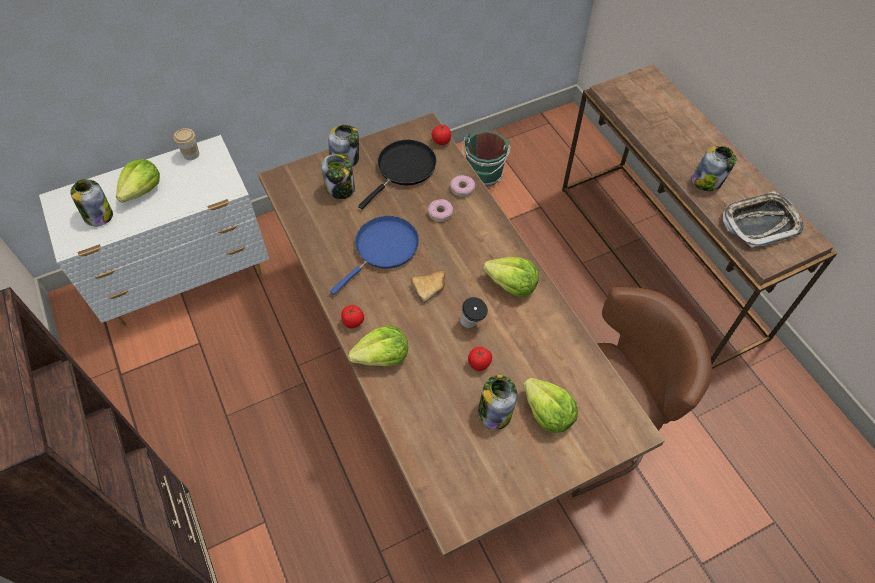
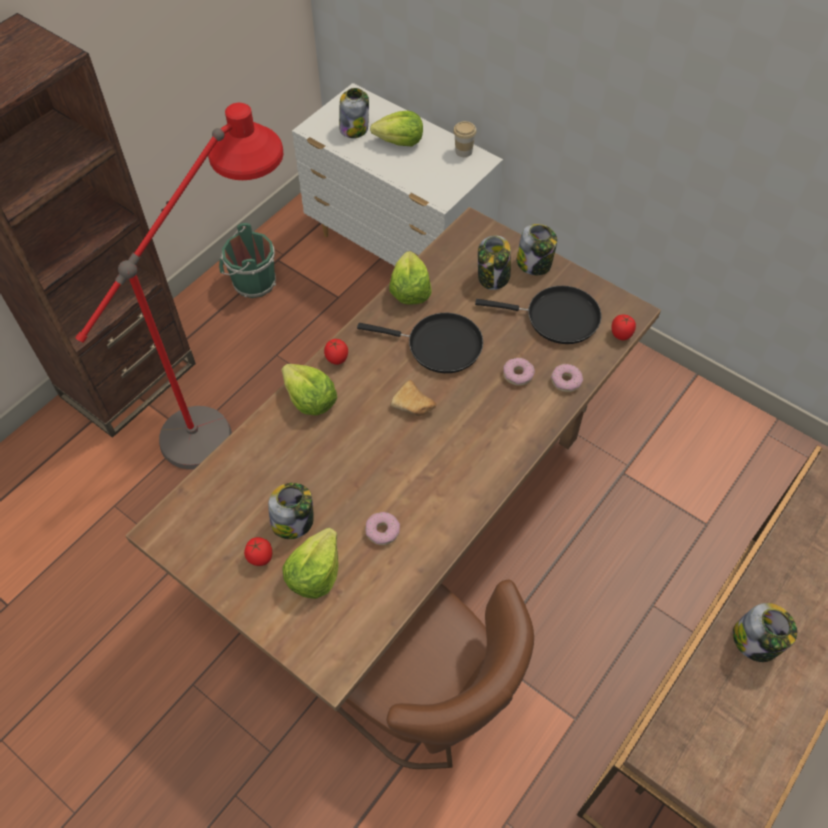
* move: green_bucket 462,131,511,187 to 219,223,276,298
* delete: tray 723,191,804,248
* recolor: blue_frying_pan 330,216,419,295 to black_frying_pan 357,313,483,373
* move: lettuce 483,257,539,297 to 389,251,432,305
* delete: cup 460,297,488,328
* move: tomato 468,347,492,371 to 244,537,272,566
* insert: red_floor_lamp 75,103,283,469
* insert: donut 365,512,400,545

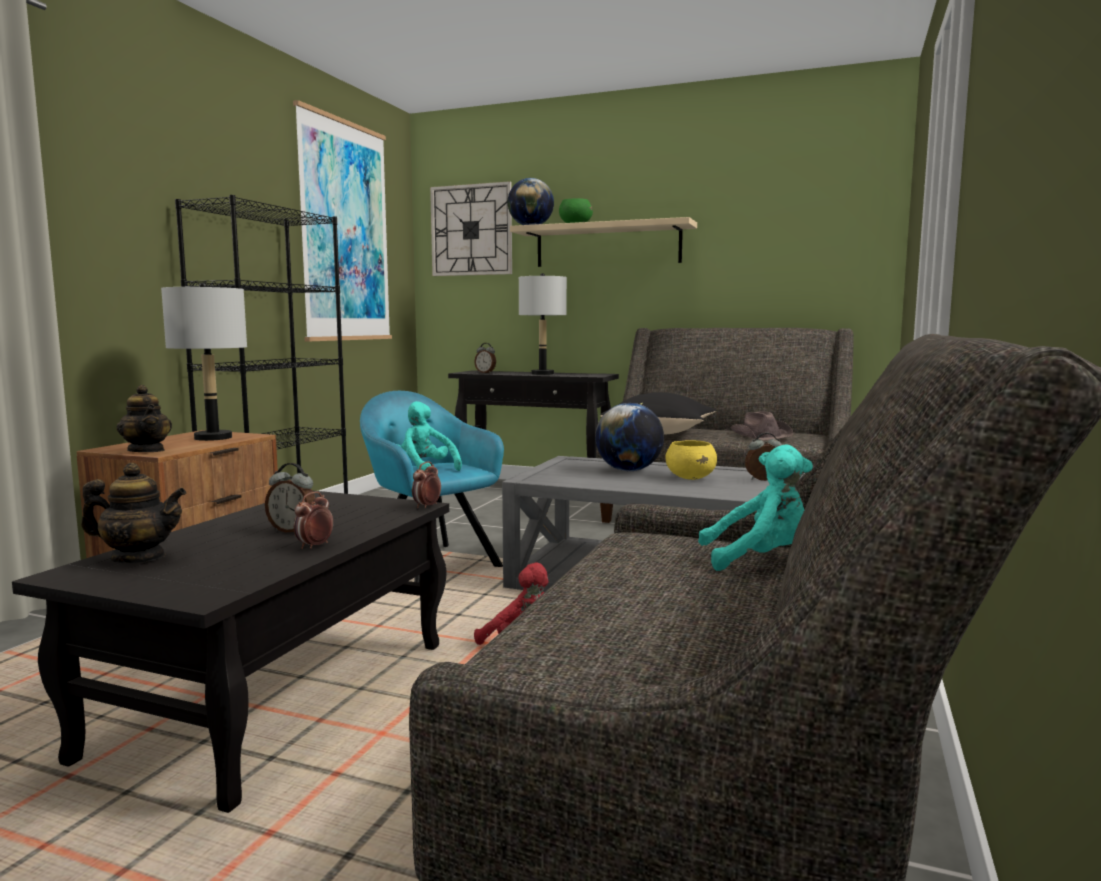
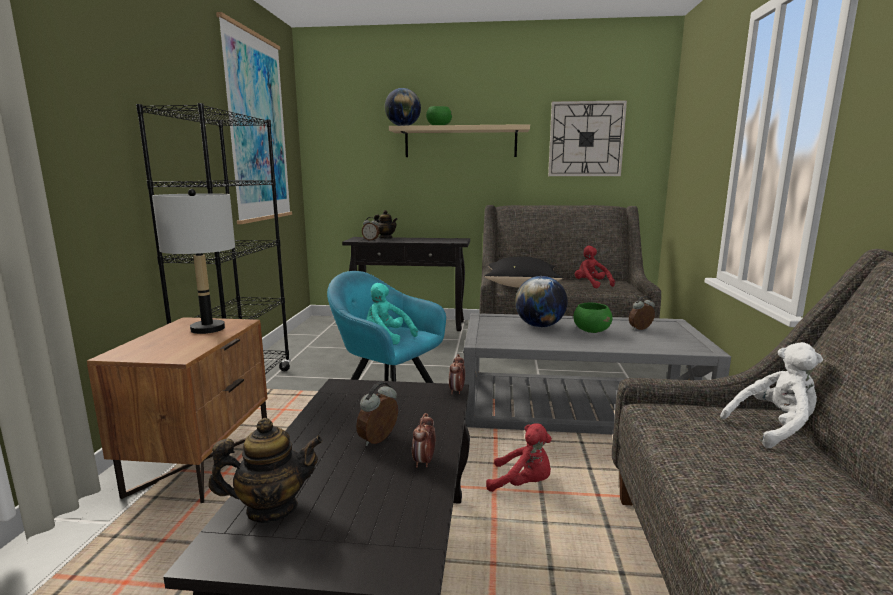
* move: wall_clock 430,181,512,276 to 548,100,627,176
* delete: grey_table_lamp 519,273,567,375
* move: teapot 117,385,172,452 to 374,210,398,238
* replace: brown_hat 730,411,794,441 to red_plush_toy 575,246,615,288
* recolor: yellow_bowl 666,440,717,480 to green_bowl 573,303,613,333
* recolor: turquoise_plush_toy 698,444,813,571 to white_plush_toy 720,342,823,448
* rotate: alarm_clock 265,463,315,532 = 356,381,398,446 120 degrees clockwise

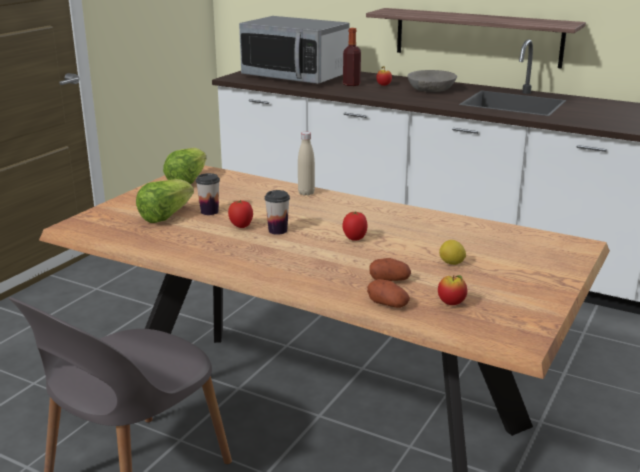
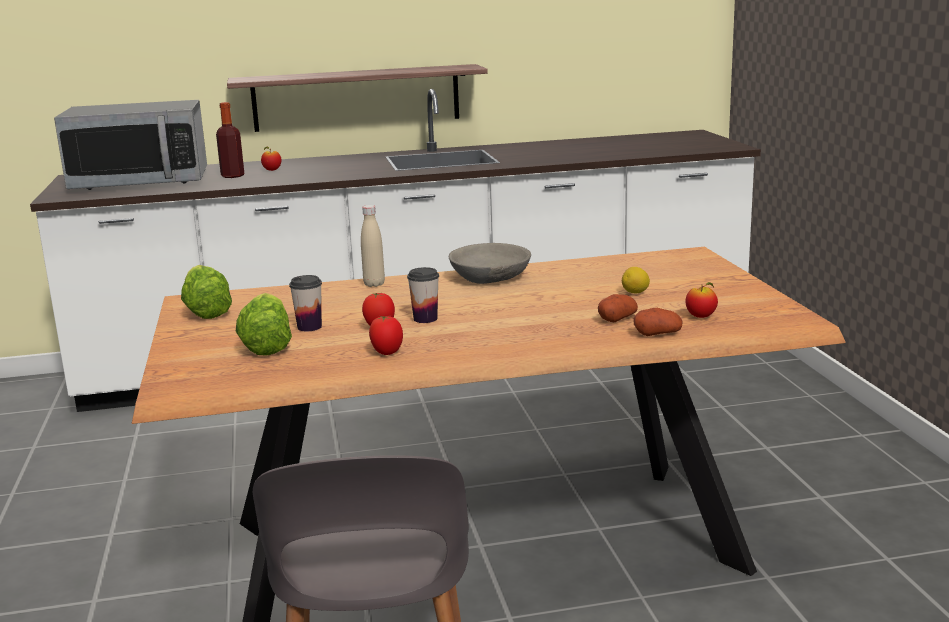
* move: grey_bowl 407,70,457,92 to 449,243,531,284
* move: tomato 343,212,367,241 to 369,316,403,355

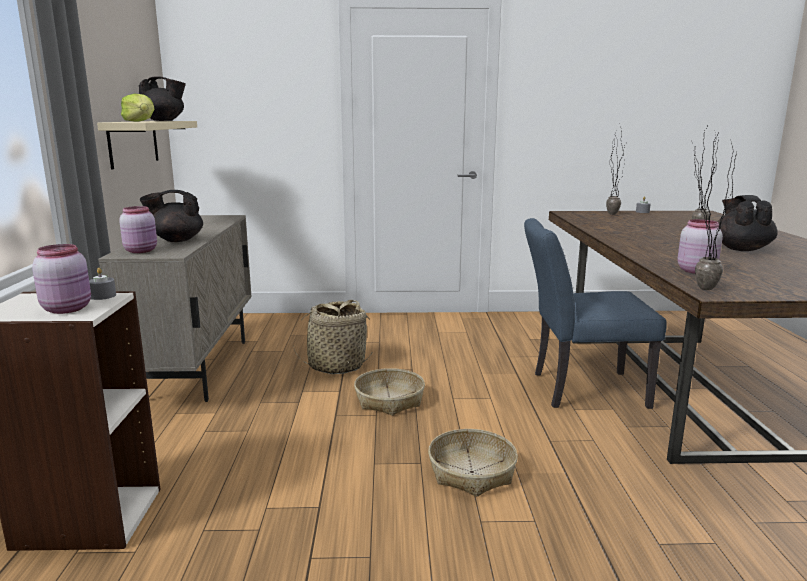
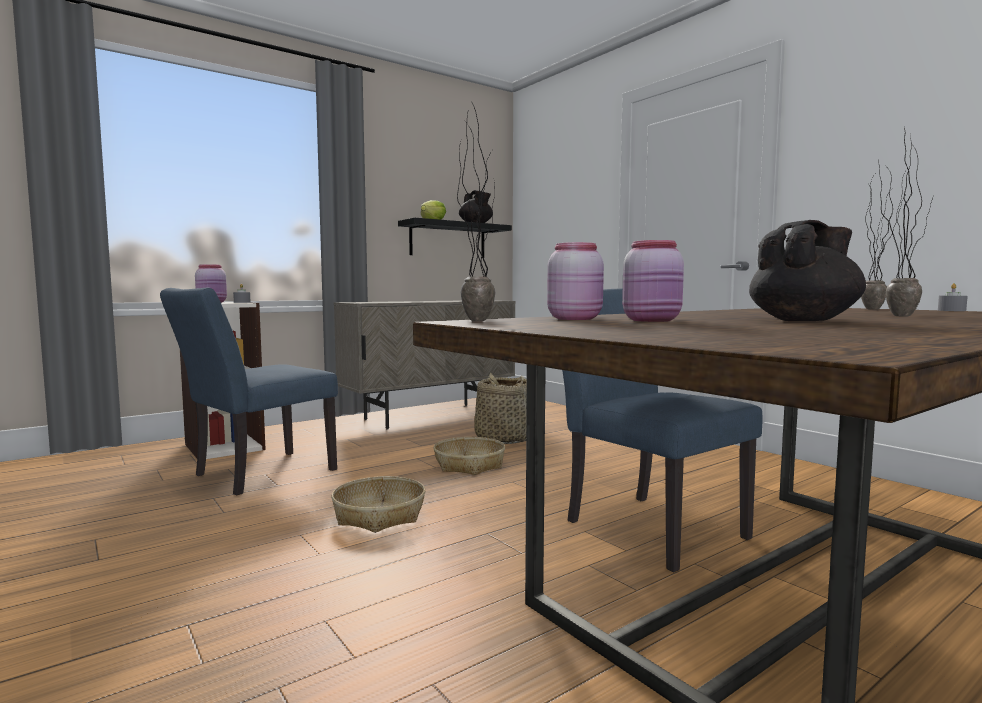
* recolor: beige_shelf 97,121,197,170 to black_shelf 398,218,512,258
* delete: black_teapot 140,190,203,242
* move: pink_jar 119,206,157,253 to 622,240,684,322
* insert: blue_chair 160,288,338,495

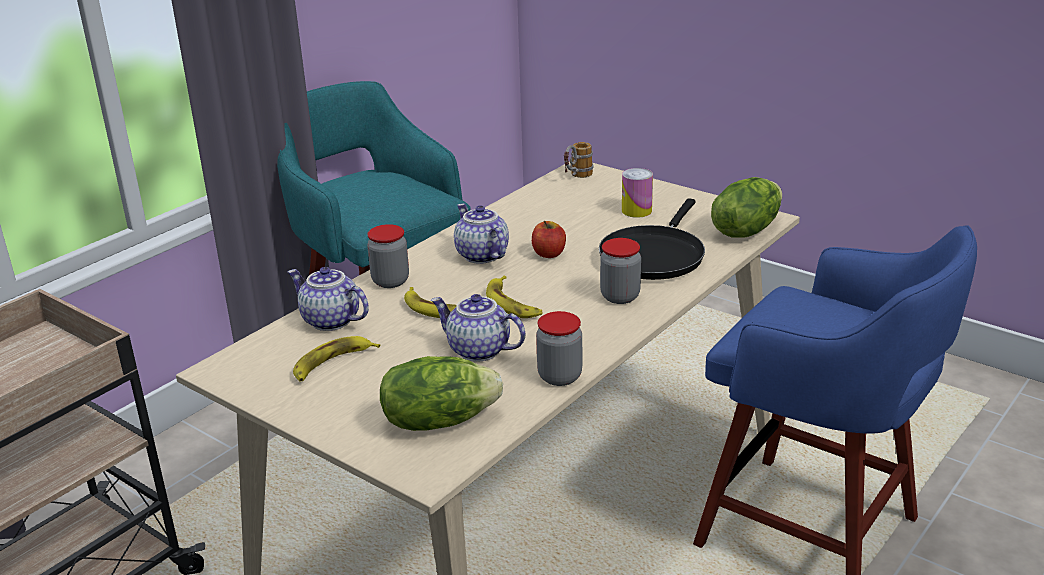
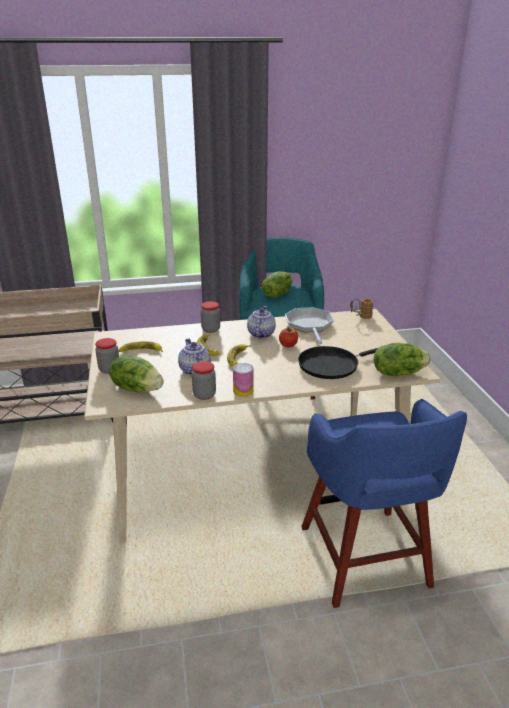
* move: can 622,168,653,218 to 233,363,253,397
* move: jar 600,238,641,304 to 95,338,119,374
* delete: teapot 288,267,369,331
* insert: lettuce 262,271,292,297
* insert: frying_pan 285,307,334,344

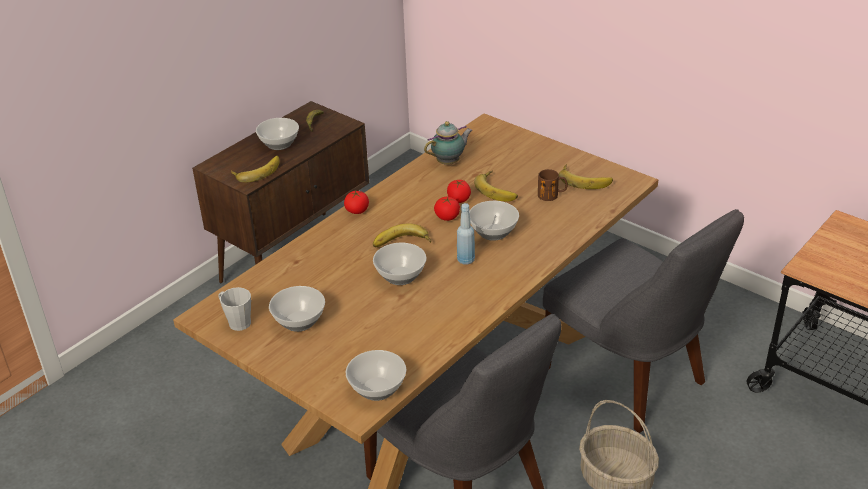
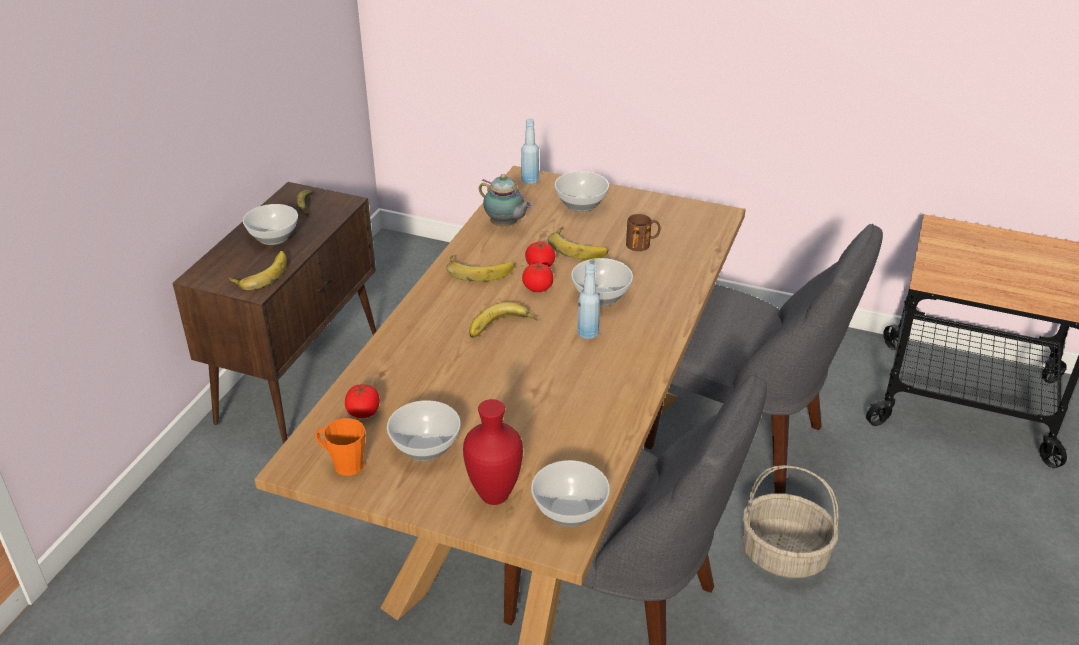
* rotate: teapot 424,121,473,165 = 479,174,532,227 90 degrees clockwise
* move: banana 559,164,613,189 to 446,254,514,282
* move: tomato 344,191,369,214 to 345,384,380,418
* move: bowl 373,243,426,285 to 555,171,609,212
* recolor: grey_mug 218,287,251,331 to orange_mug 315,418,365,476
* insert: blue_bottle 521,119,539,184
* insert: red_vase 463,399,523,505

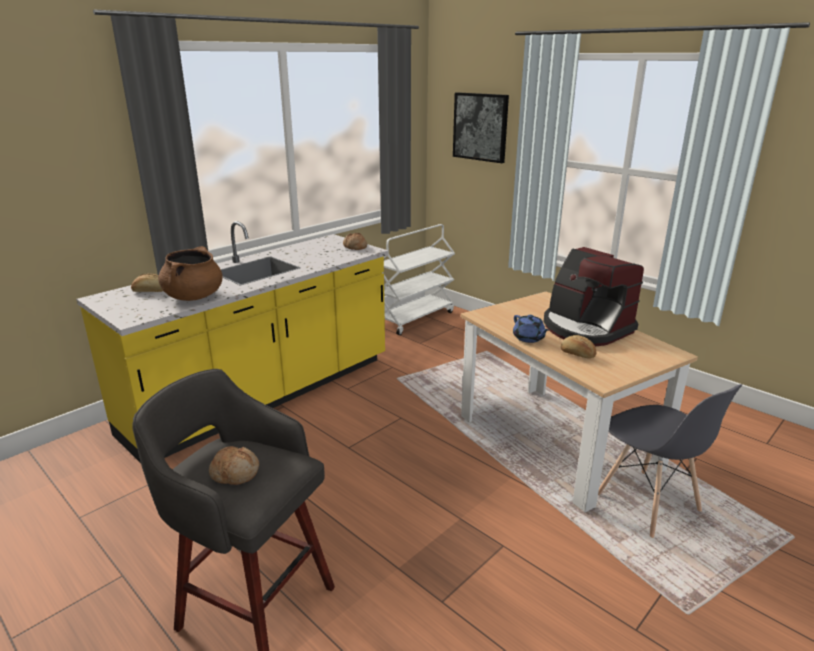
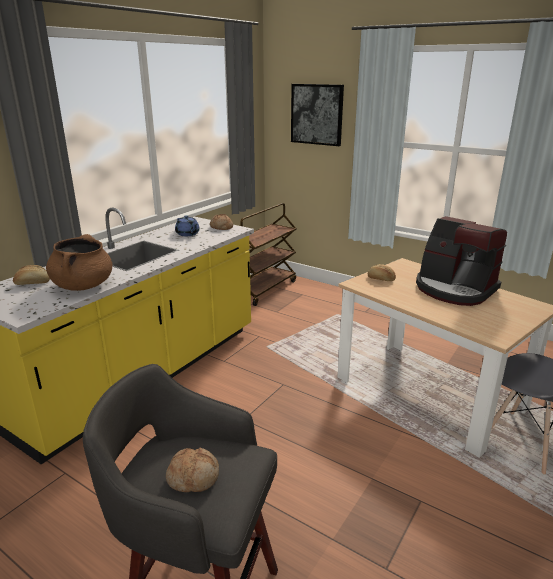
* recolor: white_cart 382,224,455,335 to brown_cart 240,203,296,306
* move: blue_teapot 513,315,549,343 to 175,215,200,236
* move: bread 561,335,596,358 to 368,264,396,281

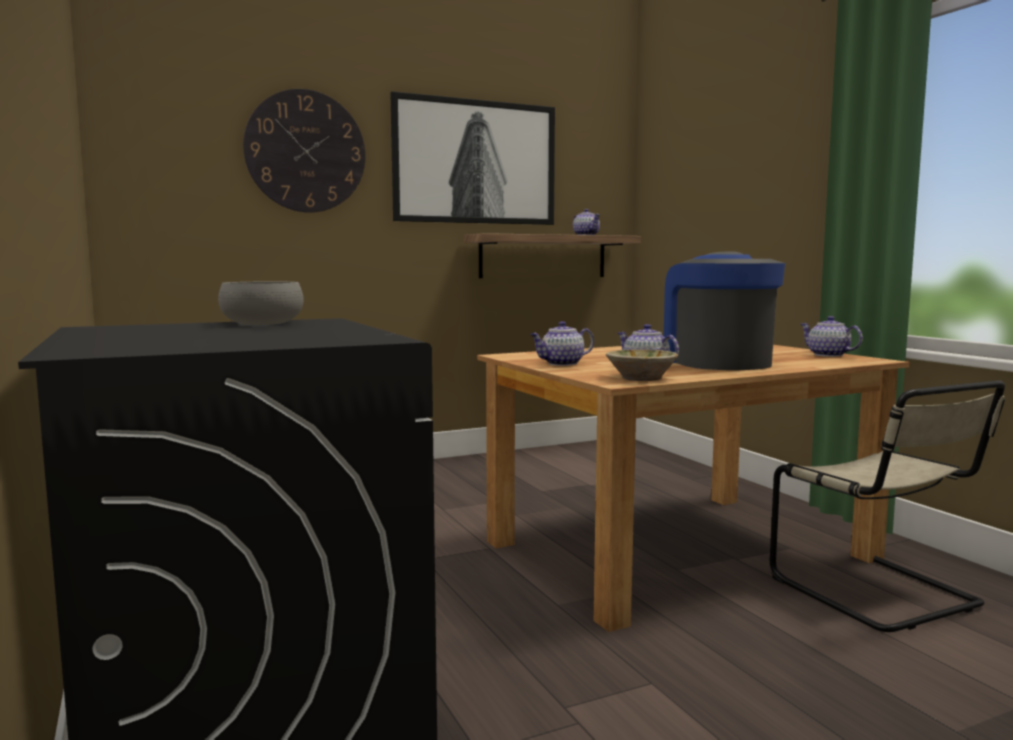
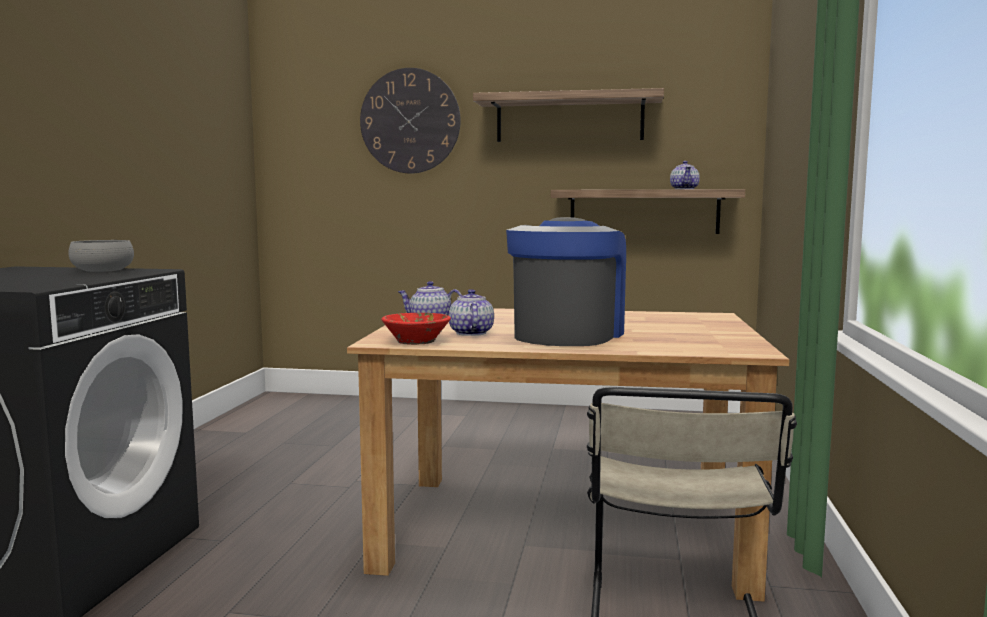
* replace: picture 390,91,555,225 to shelf 473,88,664,142
* delete: teapot 800,316,863,357
* recolor: beige_bowl 606,349,678,381 to red_bowl 381,313,451,345

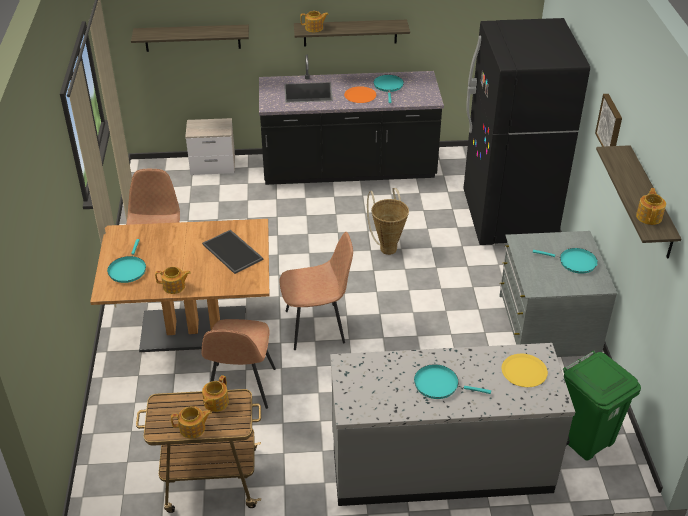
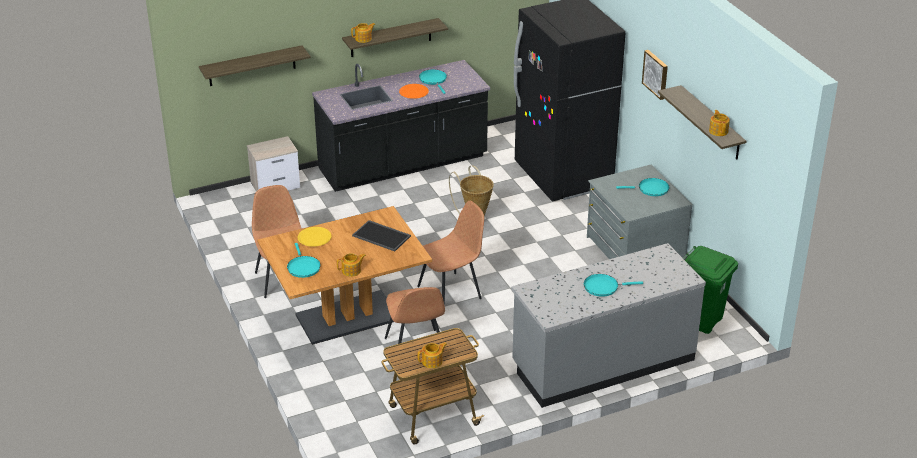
* move: yellow_plate 502,354,548,387 to 298,227,331,247
* delete: teapot 202,375,229,412

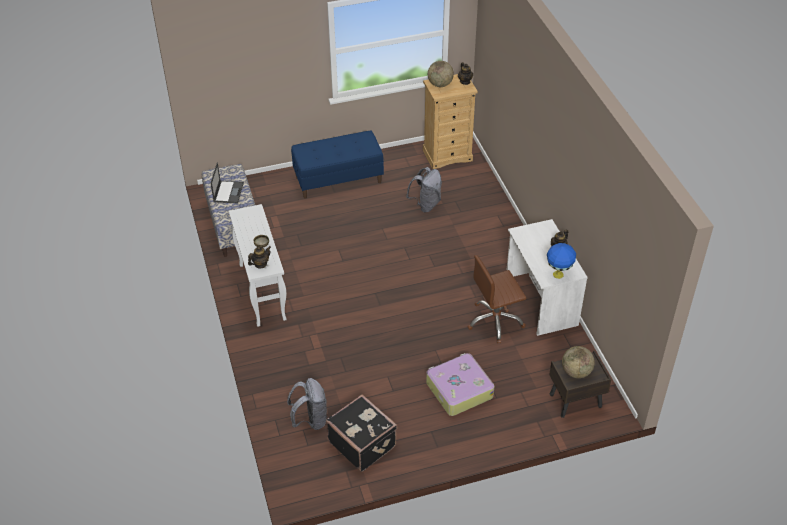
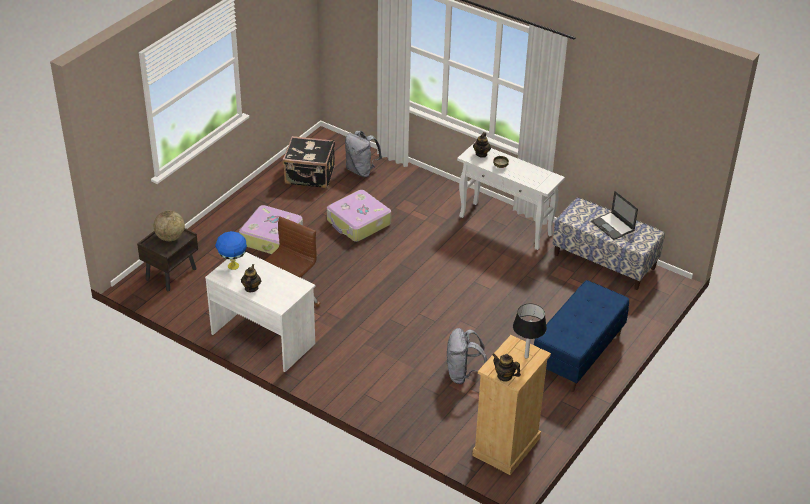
* replace: globe 428,61,454,87 to black_table_lamp 513,304,547,359
* insert: suitcase 327,190,391,242

